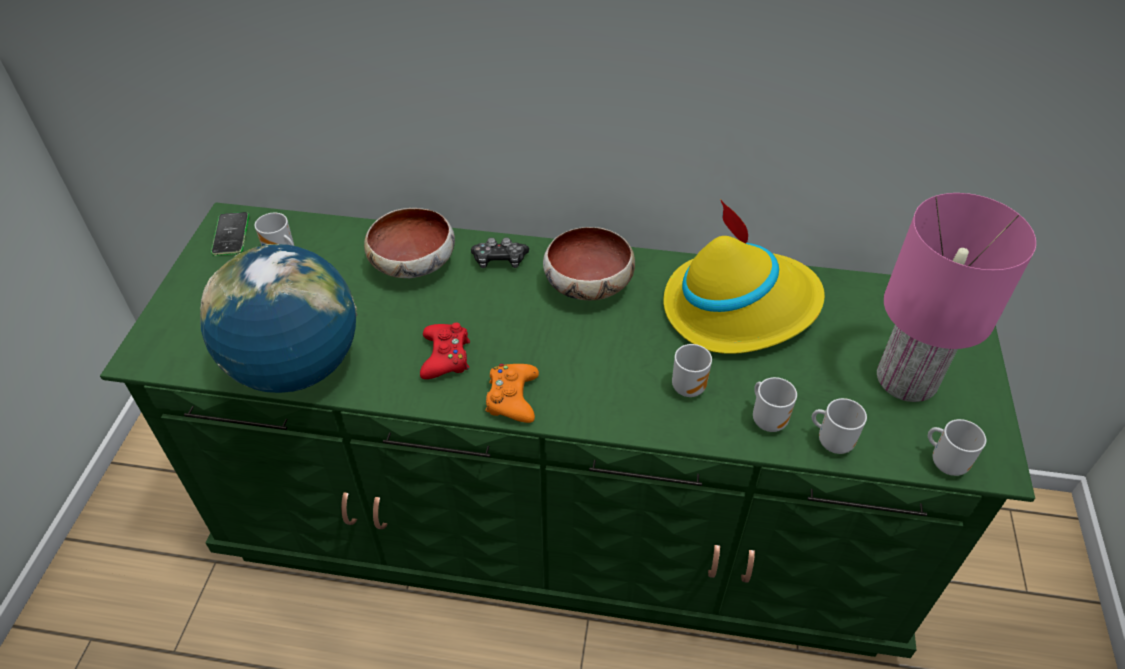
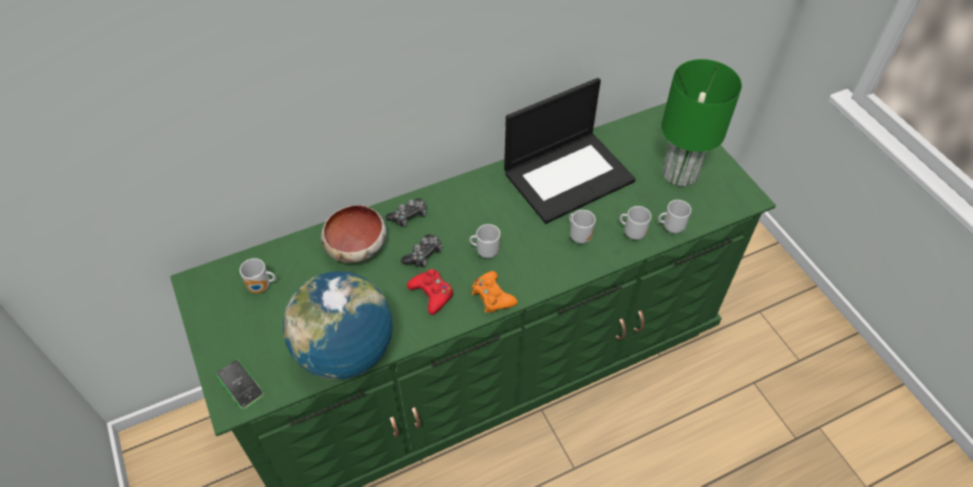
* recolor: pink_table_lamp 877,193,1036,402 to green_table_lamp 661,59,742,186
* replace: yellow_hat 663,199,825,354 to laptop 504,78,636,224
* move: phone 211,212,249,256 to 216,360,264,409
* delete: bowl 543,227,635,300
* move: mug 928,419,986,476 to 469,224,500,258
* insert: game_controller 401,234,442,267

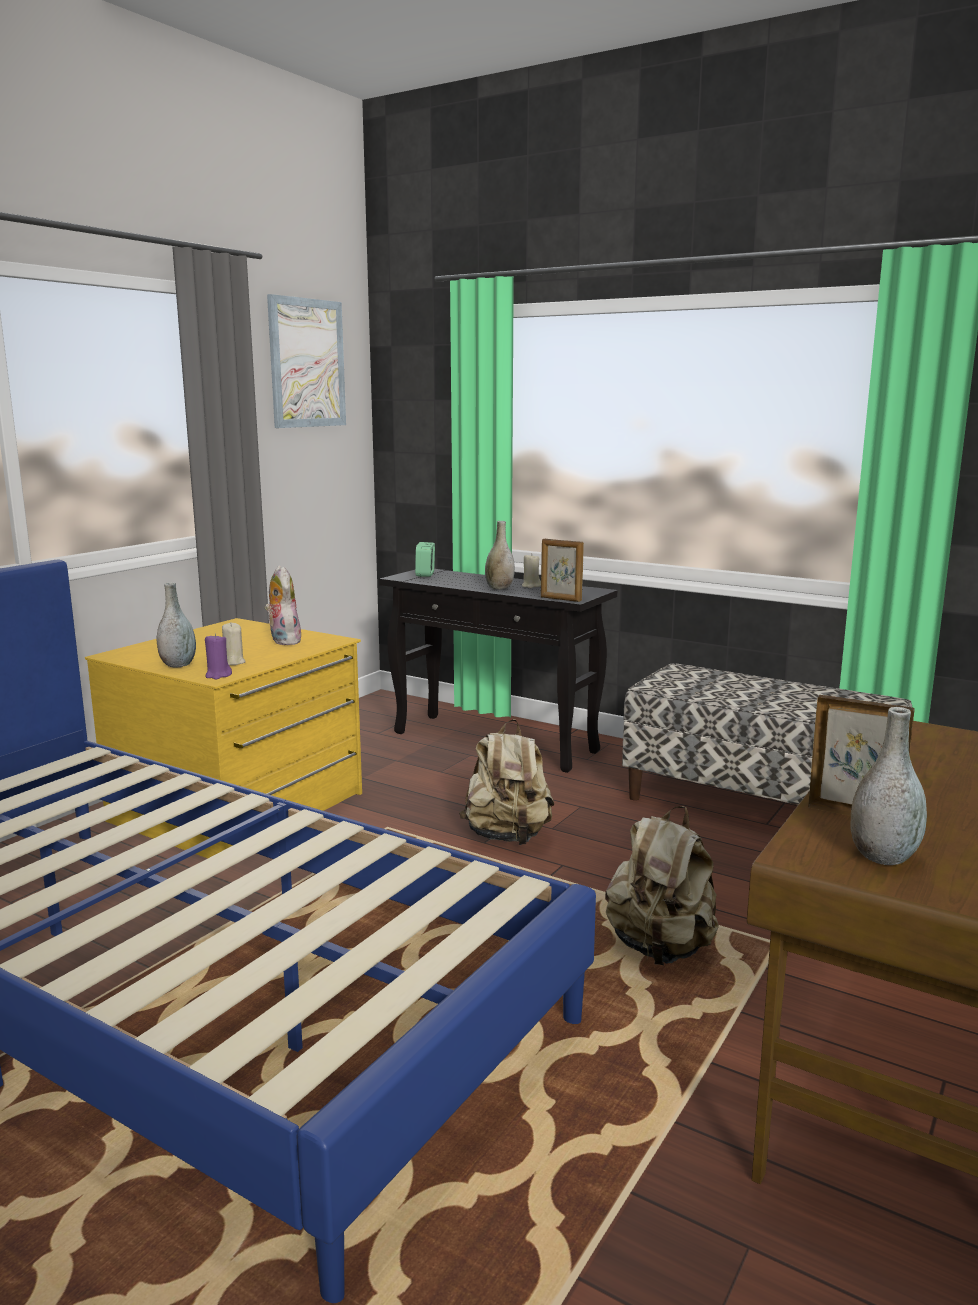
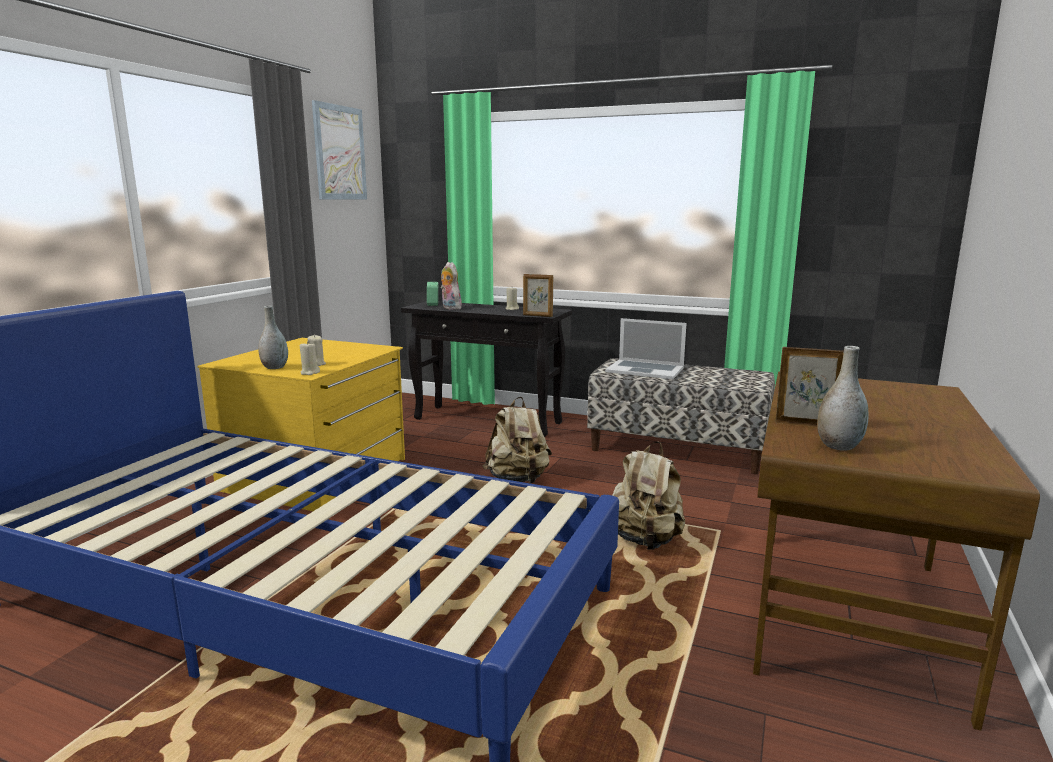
* delete: grey_vase 485,521,515,590
* move: plush_toy 264,565,301,645 to 441,262,462,310
* recolor: purple_candle 205,634,232,679 to beige_candle 300,341,320,375
* insert: laptop 605,318,686,379

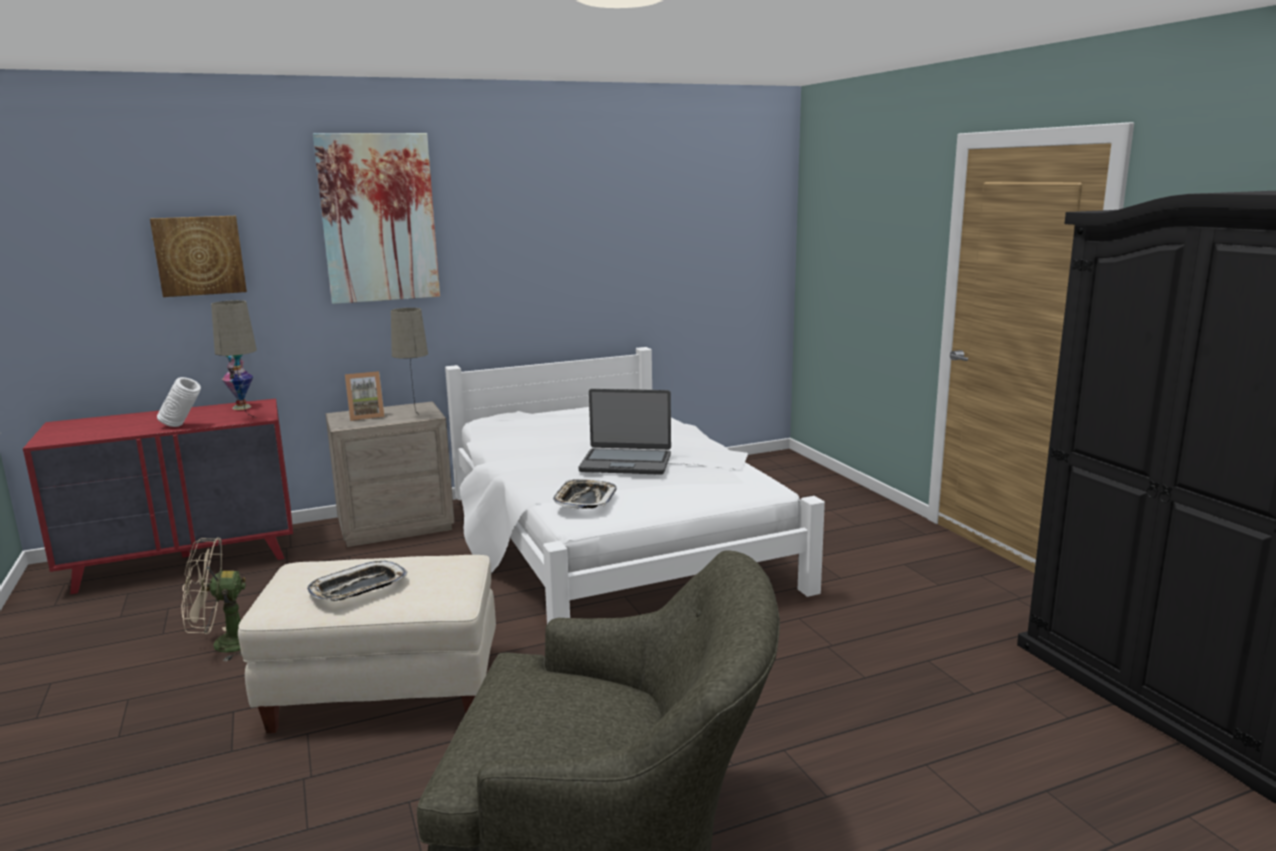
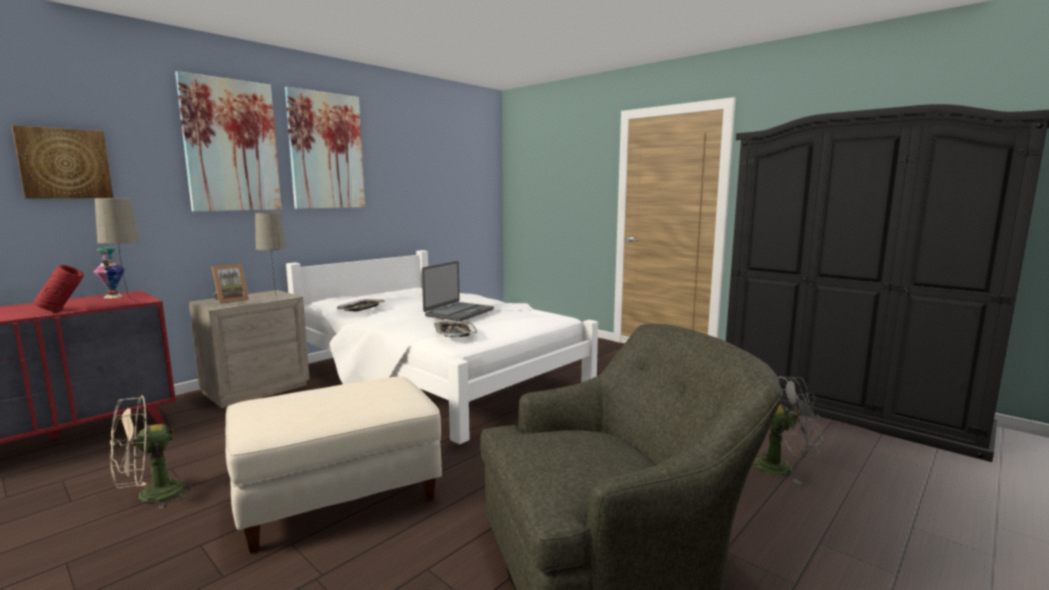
* recolor: white_vase 157,377,201,427 to red_vase 34,265,84,311
* rotate: laptop 579,389,671,475 = 422,261,494,321 45 degrees counterclockwise
* move: tray 307,561,407,601 to 337,299,384,312
* insert: picture 285,87,365,209
* insert: grey_fan 753,376,824,484

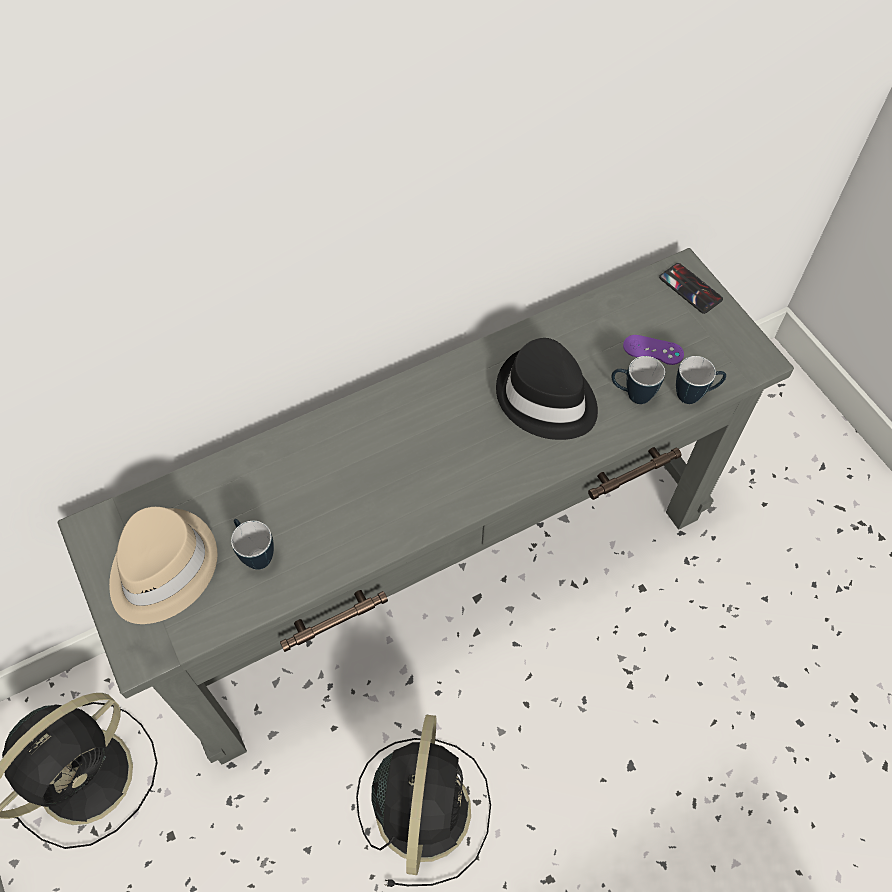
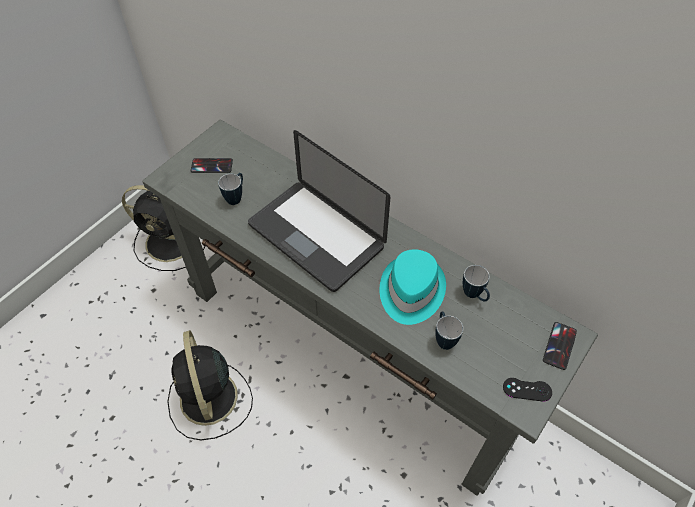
* delete: purple_game_controller 623,335,684,365
* recolor: black_hat 496,338,598,440 to turquoise_hat 380,249,446,325
* move: mug 676,356,726,404 to 463,265,490,302
* replace: beige_hat 109,507,218,624 to phone 191,158,233,173
* rotate: black_fan 356,715,491,887 = 167,330,253,440 90 degrees clockwise
* insert: laptop 248,130,390,292
* insert: black_game_controller 503,378,552,402

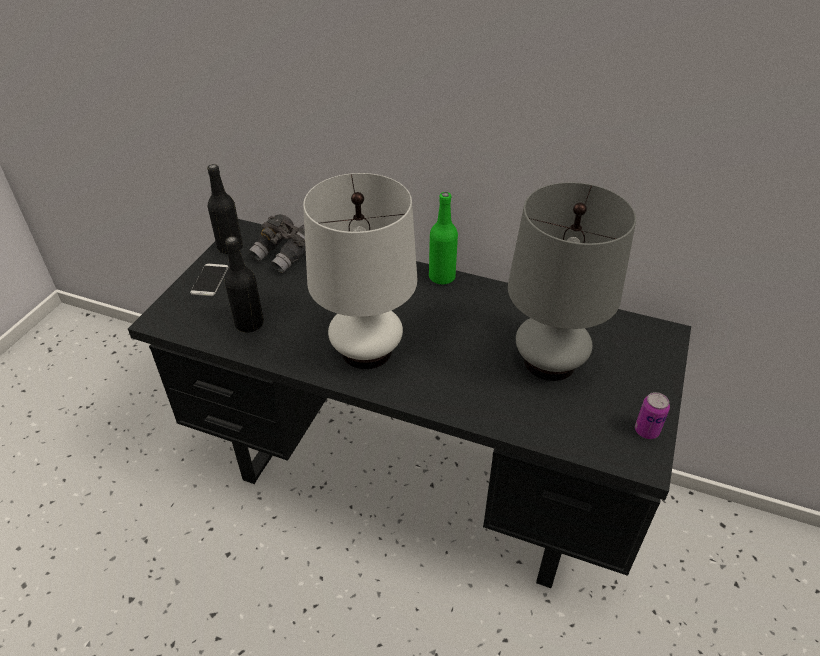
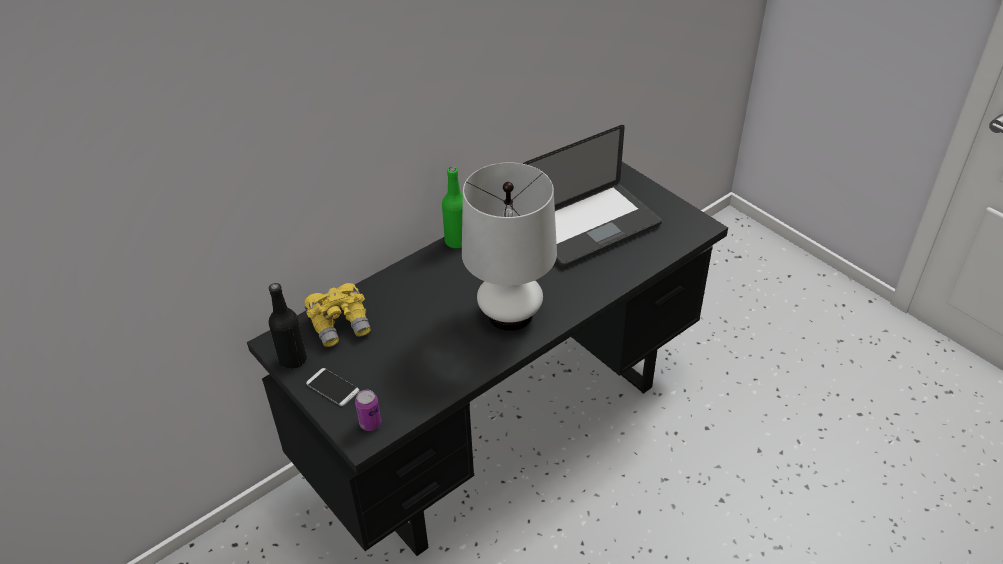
* replace: grey_table_lamp 508,182,636,381 to laptop 523,125,662,267
* recolor: grey_binoculars 248,214,306,273 to yellow_binoculars 304,283,371,347
* delete: black_bottle 225,236,264,333
* move: can 635,392,670,439 to 355,390,381,431

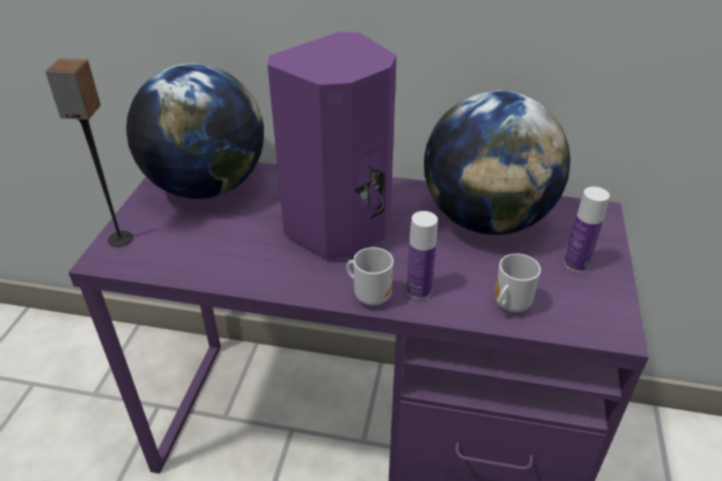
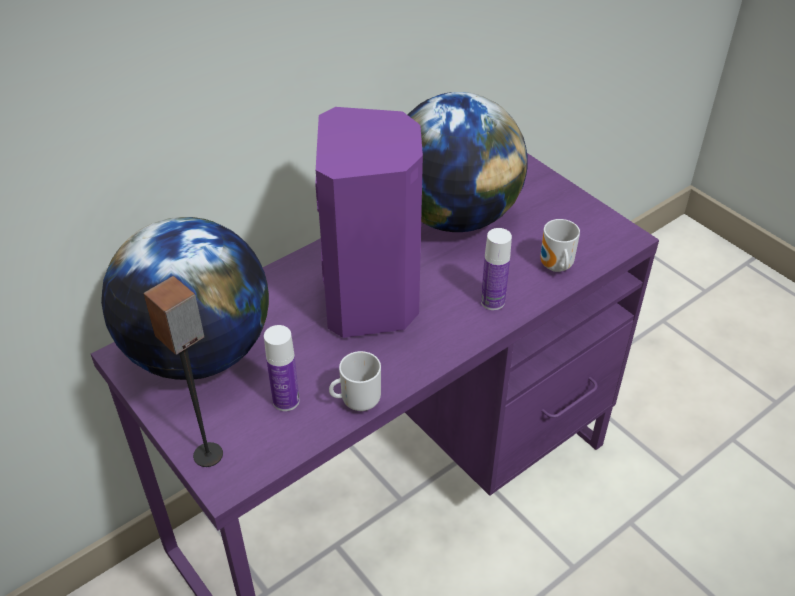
* move: bottle 564,187,610,273 to 264,325,300,411
* move: mug 346,247,394,306 to 329,351,381,411

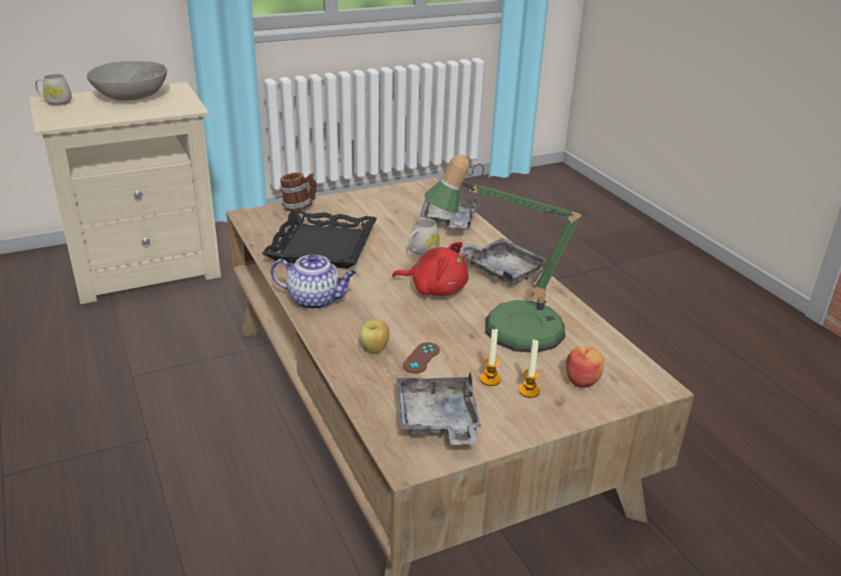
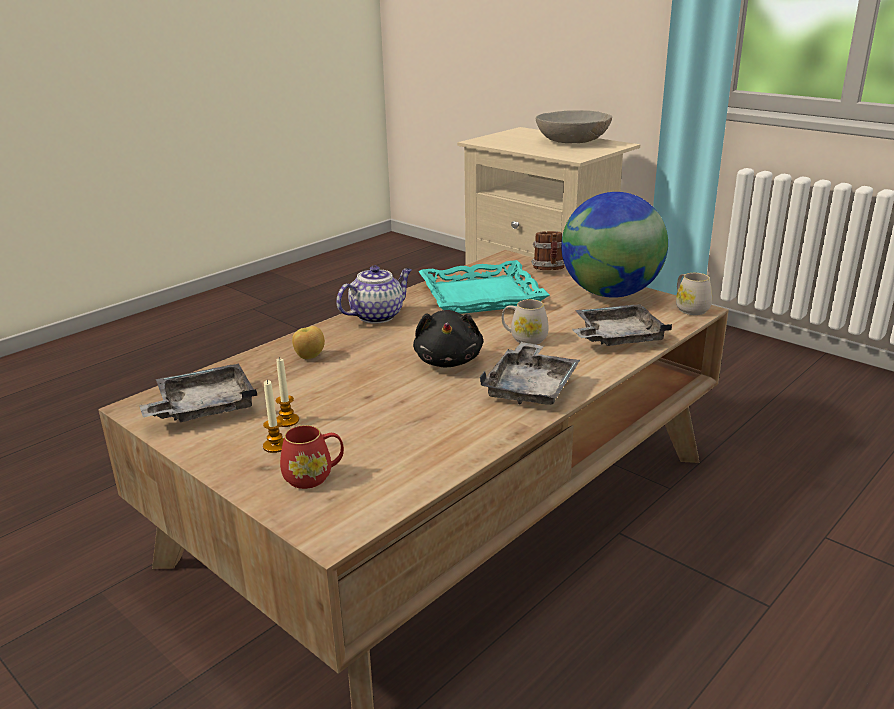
* move: white_mug 35,74,72,106 to 676,273,712,315
* delete: table_lamp 424,155,586,353
* recolor: black_tray 262,209,377,268 to turquoise_tray 419,260,550,314
* recolor: red_plush_toy 392,242,468,296 to black_plush_toy 413,310,483,368
* rotate: teapot 271,254,356,309 = 336,265,412,324 120 degrees counterclockwise
* delete: brown_game_controller 403,342,440,374
* replace: apple 566,346,604,388 to red_mug 280,425,344,489
* insert: globe 561,192,668,298

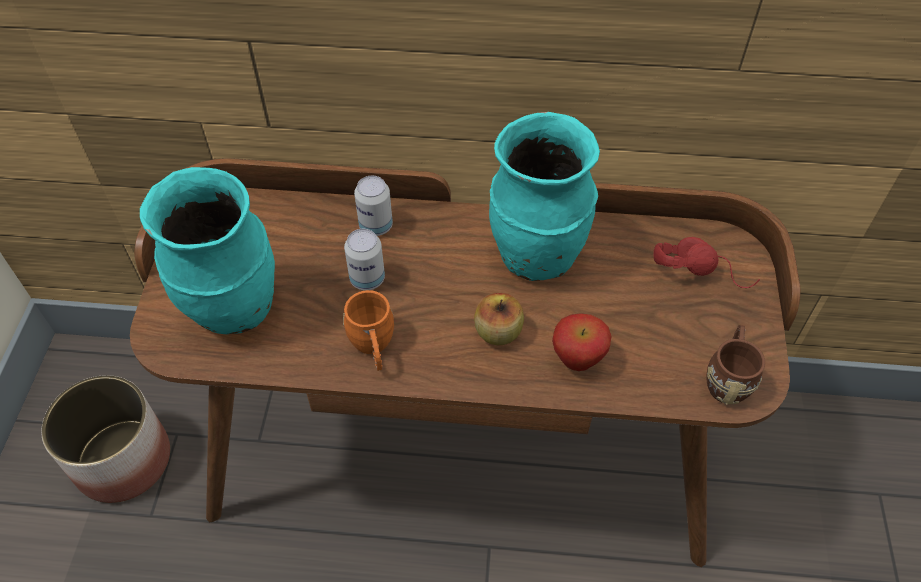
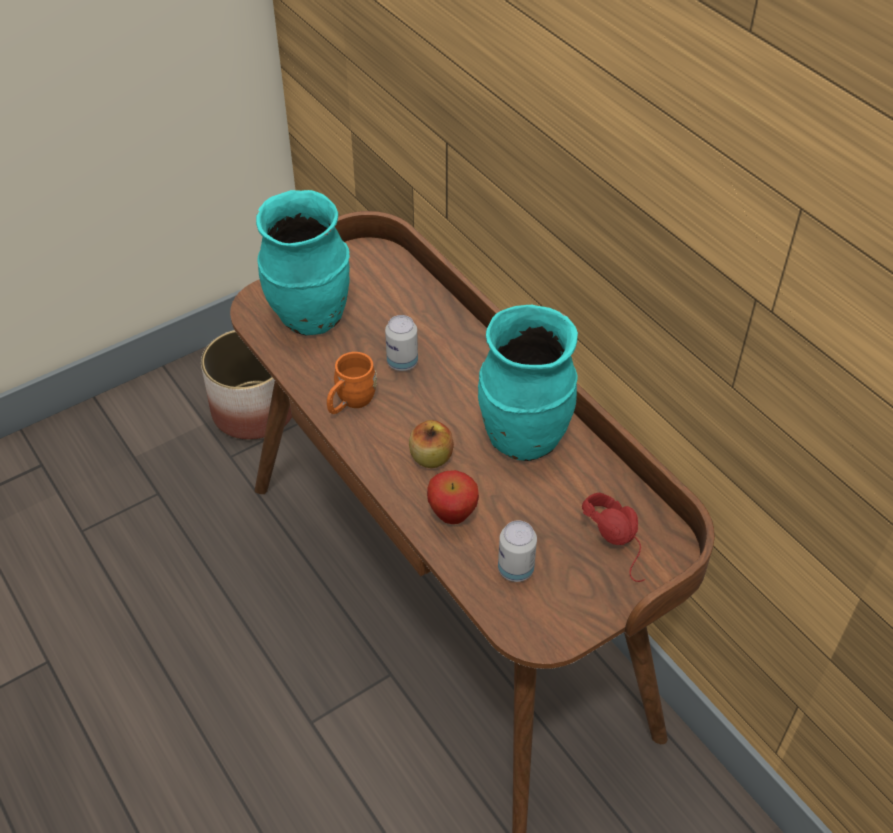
* move: can 354,176,393,236 to 498,521,537,582
* delete: brown_mug 706,325,765,405

